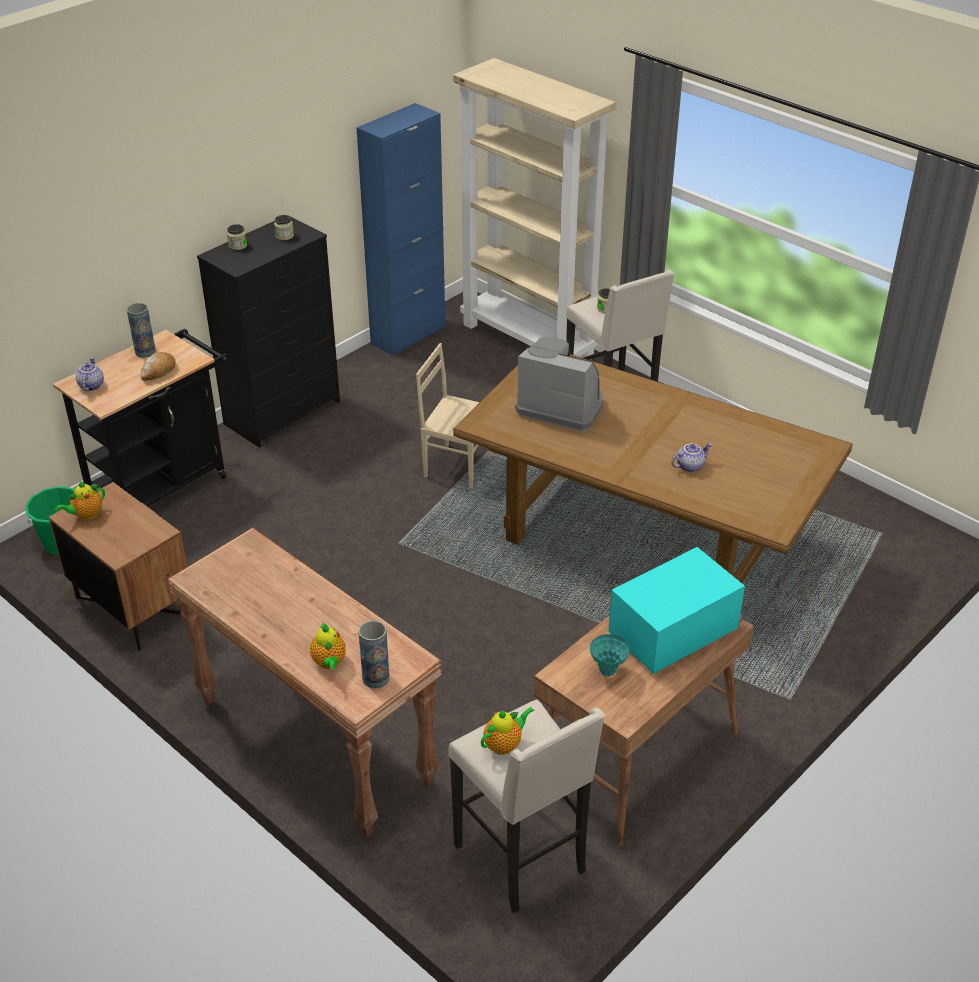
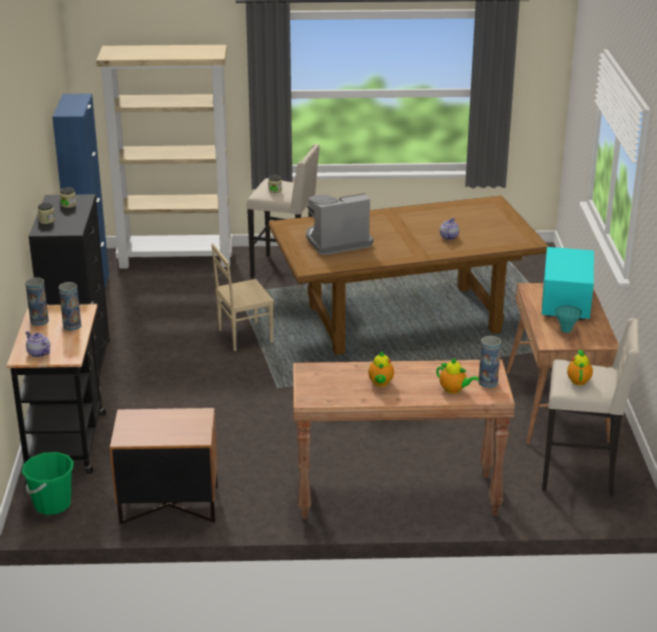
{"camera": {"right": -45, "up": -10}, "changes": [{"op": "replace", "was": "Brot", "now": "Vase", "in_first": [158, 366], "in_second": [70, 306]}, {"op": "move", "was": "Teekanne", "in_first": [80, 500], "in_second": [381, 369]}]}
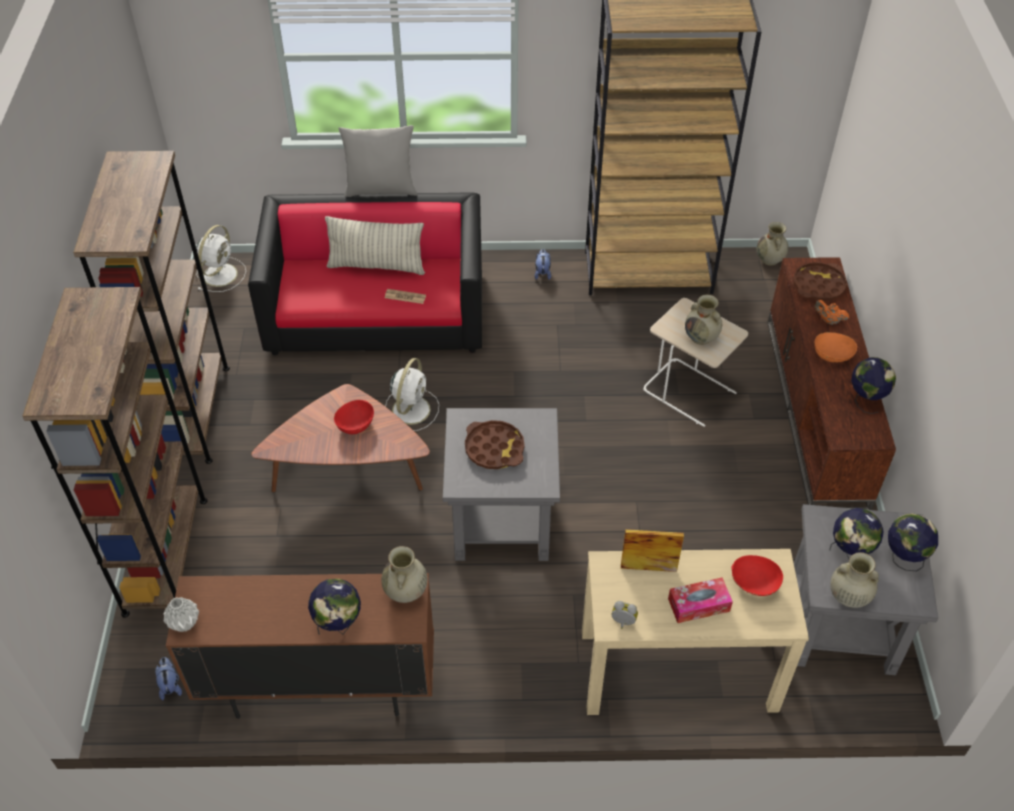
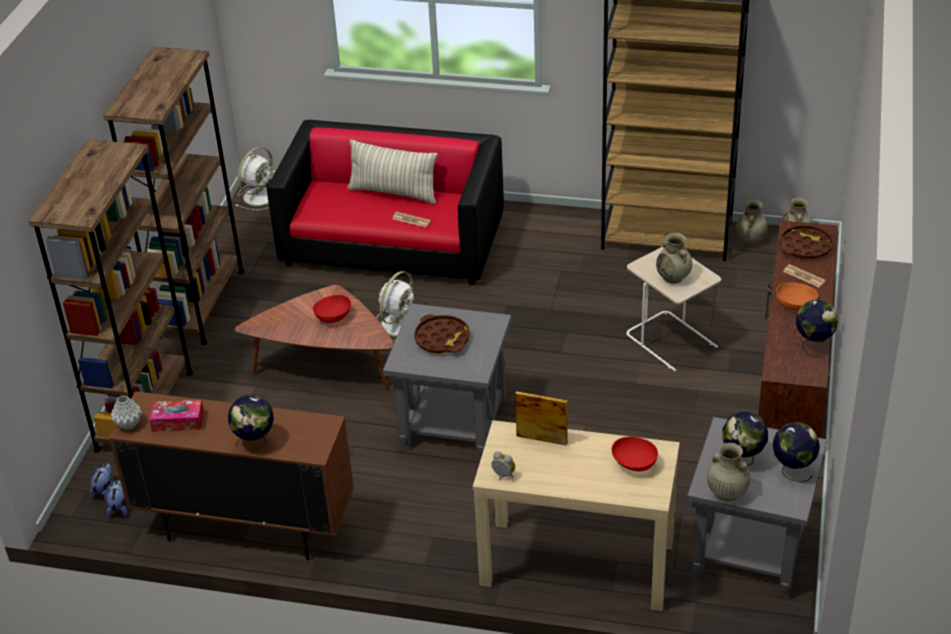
{"camera": {"right": 15, "up": -10}, "changes": [{"op": "move", "was": "Plüschtier", "in_first": [543, 264], "in_second": [101, 482]}, {"op": "move", "was": "Taschentuchbox", "in_first": [700, 600], "in_second": [176, 416]}, {"op": "move", "was": "Vase [beige]", "in_first": [404, 574], "in_second": [752, 222]}, {"op": "replace", "was": "Teekanne [orange]", "now": "Zeitung", "in_first": [831, 312], "in_second": [804, 275]}, {"op": "delete", "was": "Kissen [grau]", "in_first": [378, 161]}]}
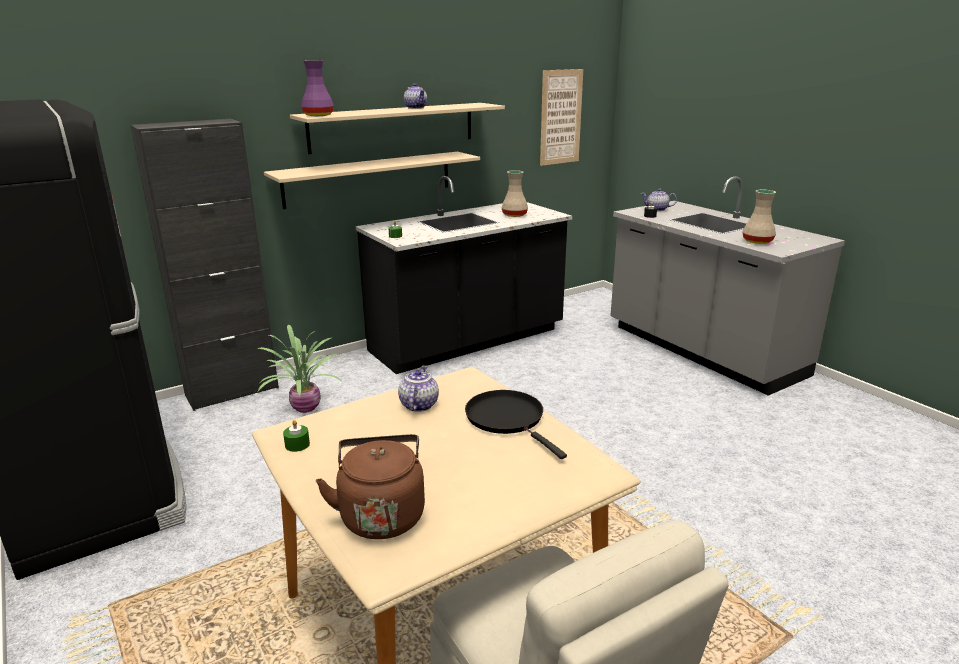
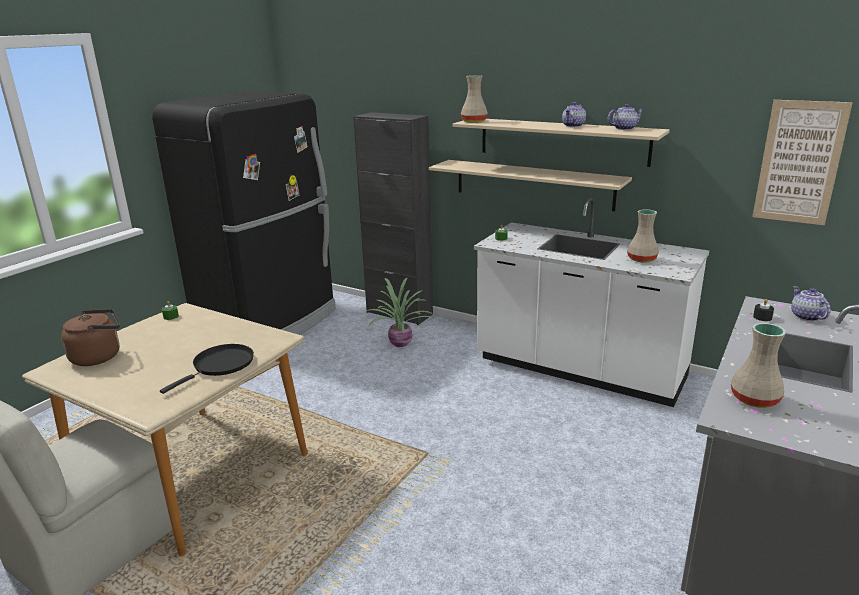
{"camera": {"right": 65, "up": 0}, "changes": [{"op": "recolor", "was": "Vase [lila]", "now": "Vase [beige]", "in_first": [317, 88], "in_second": [474, 99]}, {"op": "recolor", "was": "Küchenzeile [schwarz]", "now": "Küchenzeile [weiß]", "in_first": [463, 275], "in_second": [591, 302]}, {"op": "move", "was": "Teekanne", "in_first": [418, 388], "in_second": [626, 117]}]}
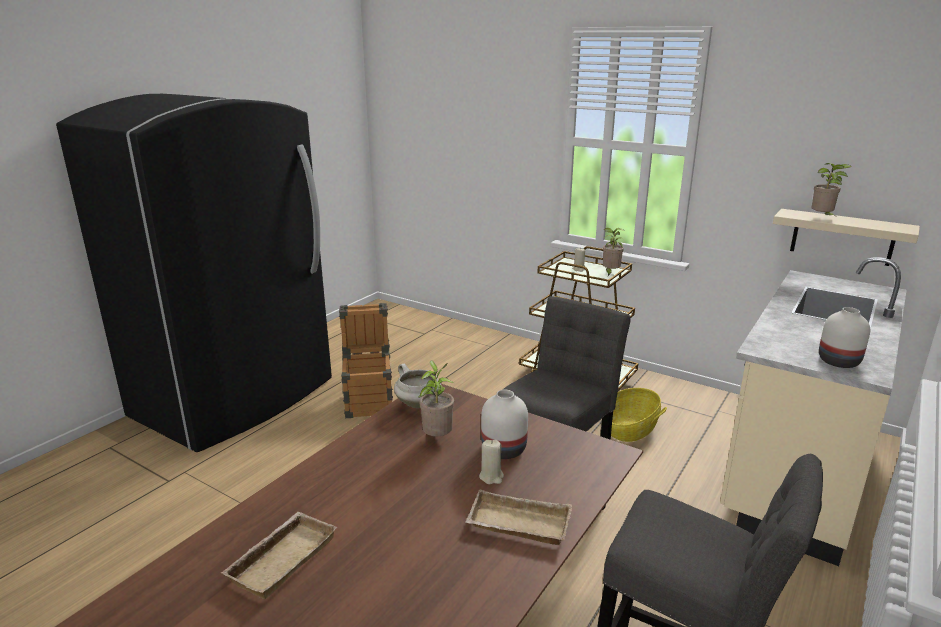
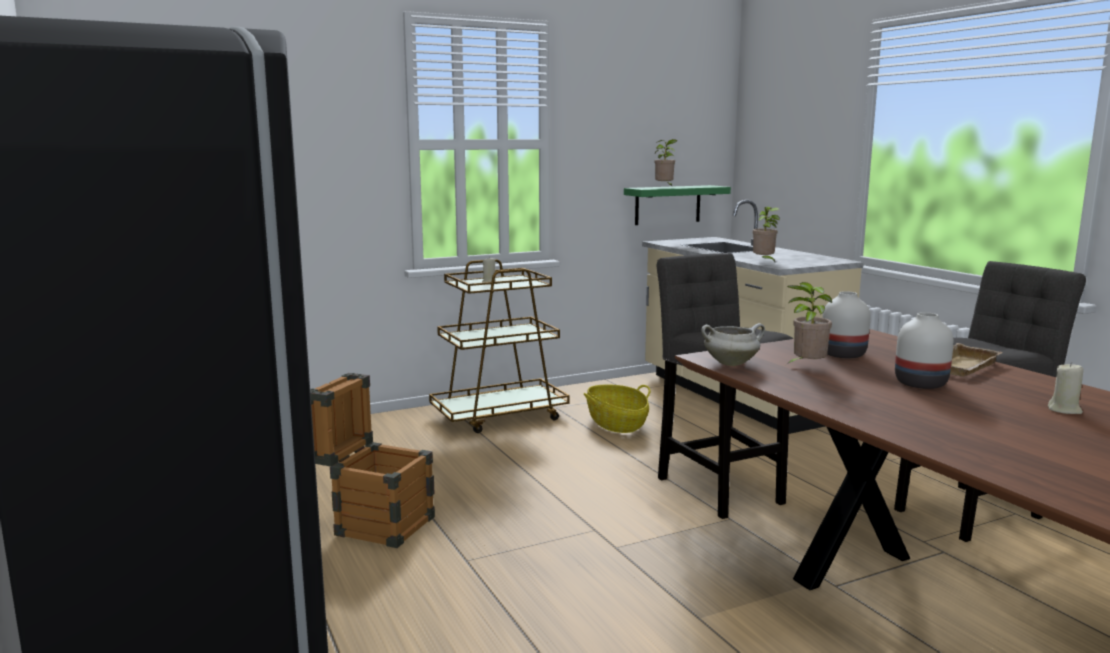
{"camera": {"right": -60, "up": -10}, "changes": [{"op": "recolor", "was": "Wandregal [beige]", "now": "Wandregal [grün]", "in_first": [846, 237], "in_second": [677, 205]}, {"op": "move", "was": "Topfpflanze", "in_first": [614, 252], "in_second": [766, 234]}, {"op": "move", "was": "Vase [weiß]", "in_first": [844, 337], "in_second": [924, 350]}, {"op": "move", "was": "Kerze [beige]", "in_first": [491, 461], "in_second": [1065, 388]}, {"op": "delete", "was": "Tablett [beige]", "in_first": [279, 555]}]}
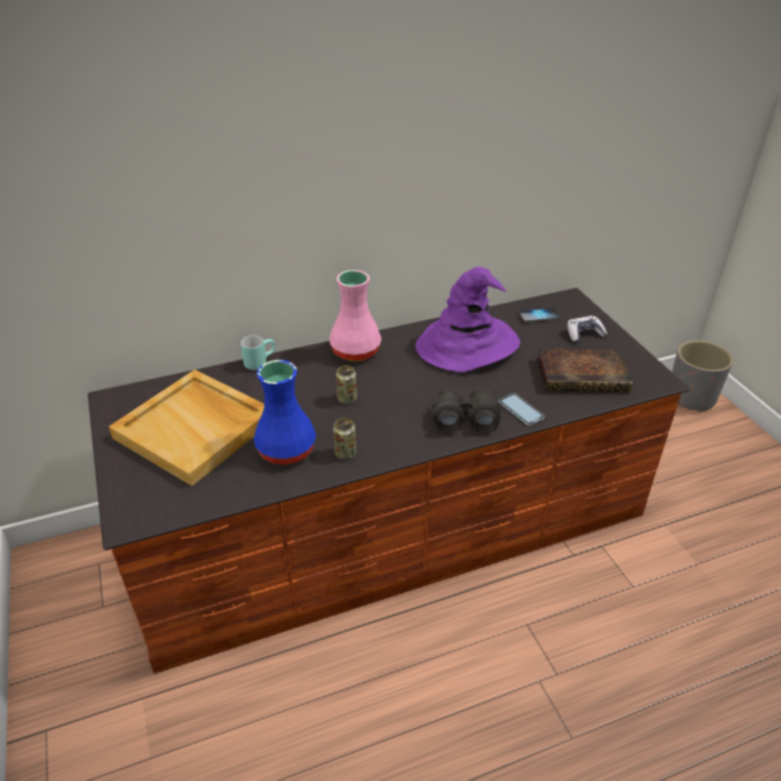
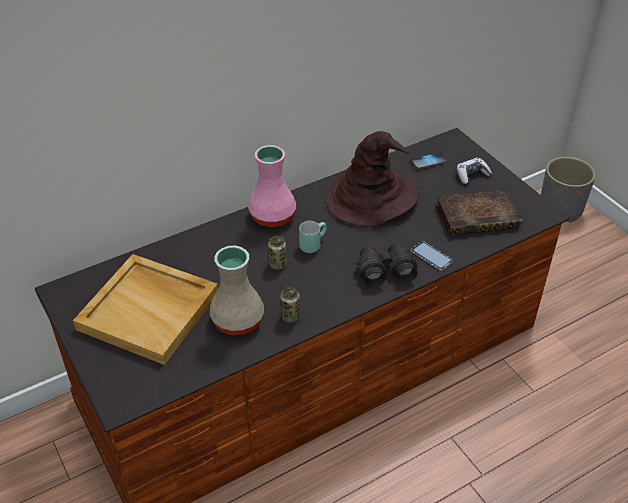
{"camera": {"right": -10, "up": 5}, "changes": [{"op": "recolor", "was": "Vase [blau]", "now": "Vase [beige]", "in_first": [285, 412], "in_second": [237, 290]}, {"op": "move", "was": "Henkelbecher [türkis]", "in_first": [258, 352], "in_second": [313, 237]}, {"op": "recolor", "was": "Hut [lila]", "now": "Hut [braun]", "in_first": [468, 319], "in_second": [372, 179]}]}
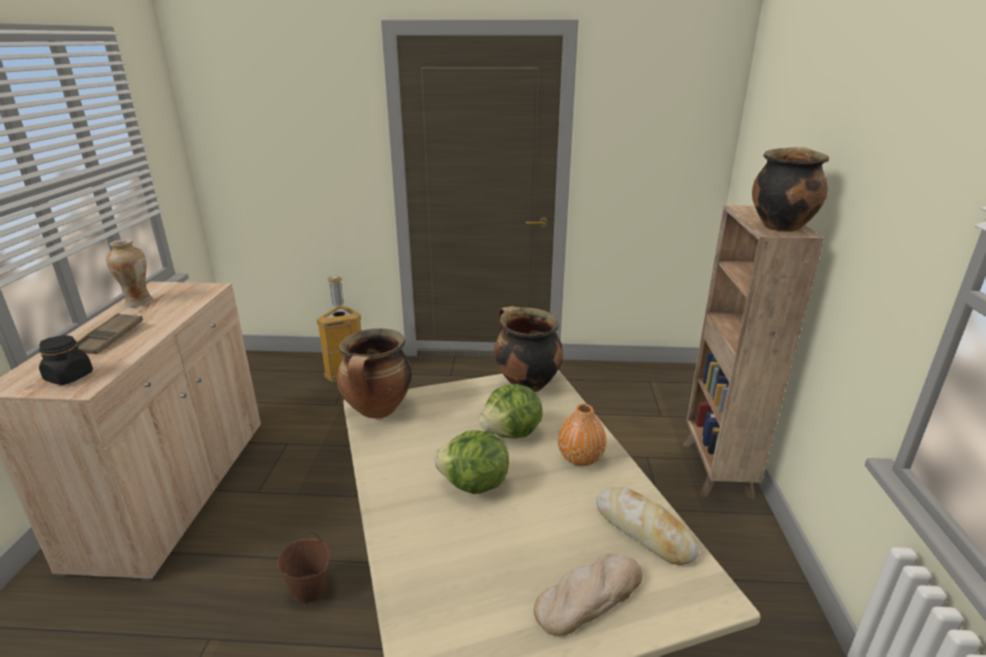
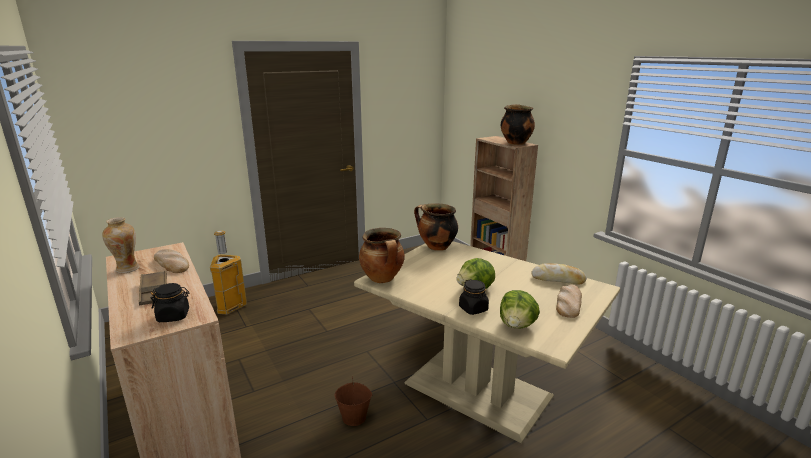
{"camera": {"right": -35, "up": -5}, "changes": [{"op": "insert", "now": "Brot", "in_second": [171, 261]}, {"op": "insert", "now": "Vorratsglas [schwarz]", "in_second": [474, 297]}, {"op": "move", "was": "Salatkopf", "in_first": [511, 411], "in_second": [520, 309]}, {"op": "delete", "was": "Vase [orange]", "in_first": [582, 435]}]}
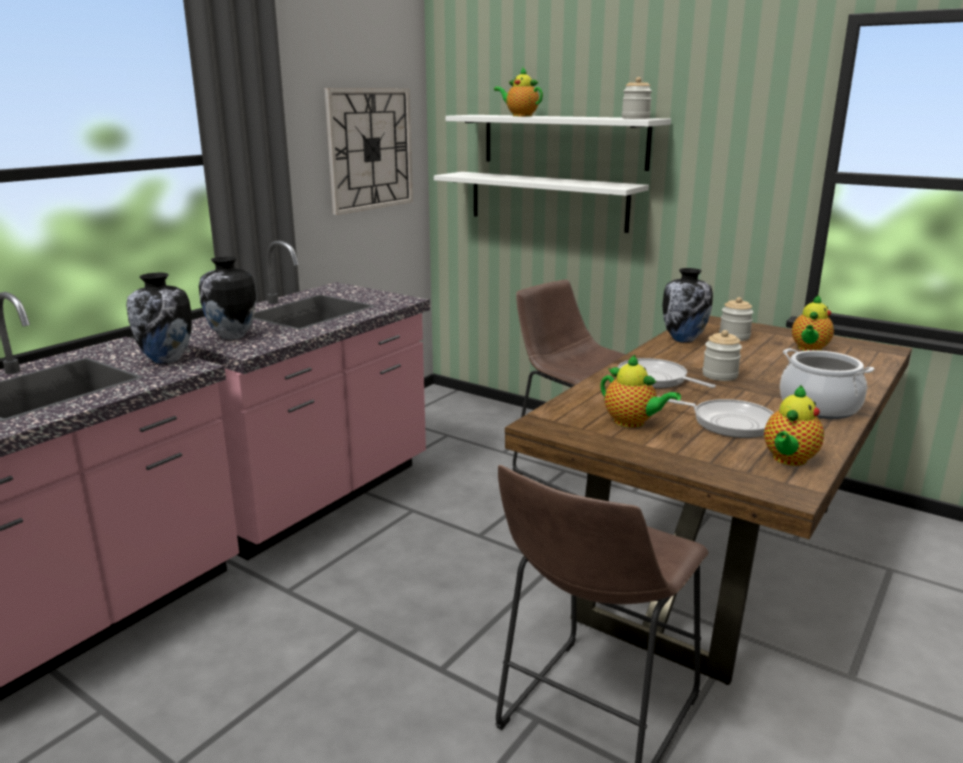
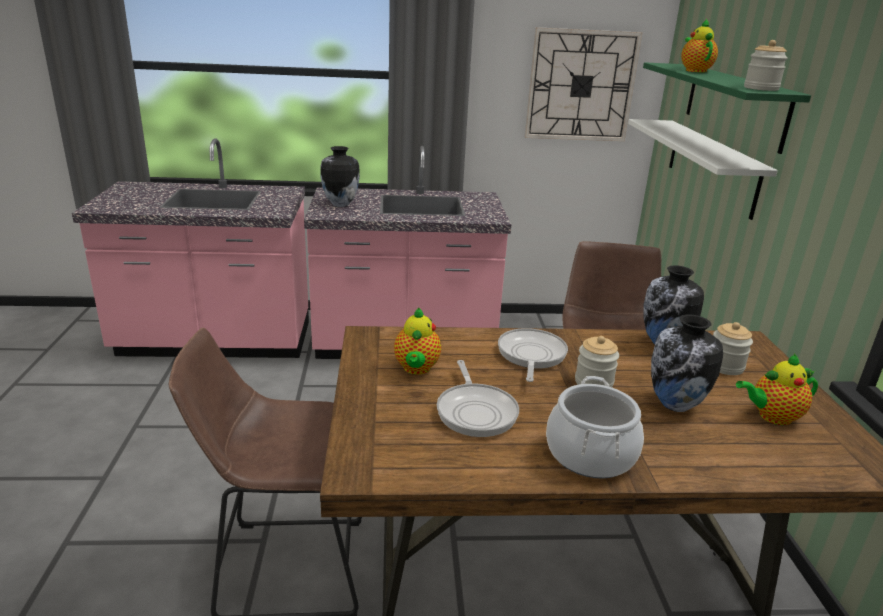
{"camera": {"right": 50, "up": 5}, "changes": [{"op": "recolor", "was": "Wandregal [weiß]", "now": "Wandregal [grün]", "in_first": [558, 143], "in_second": [727, 108]}, {"op": "move", "was": "Vase", "in_first": [159, 318], "in_second": [687, 363]}, {"op": "delete", "was": "Teekanne", "in_first": [794, 425]}]}
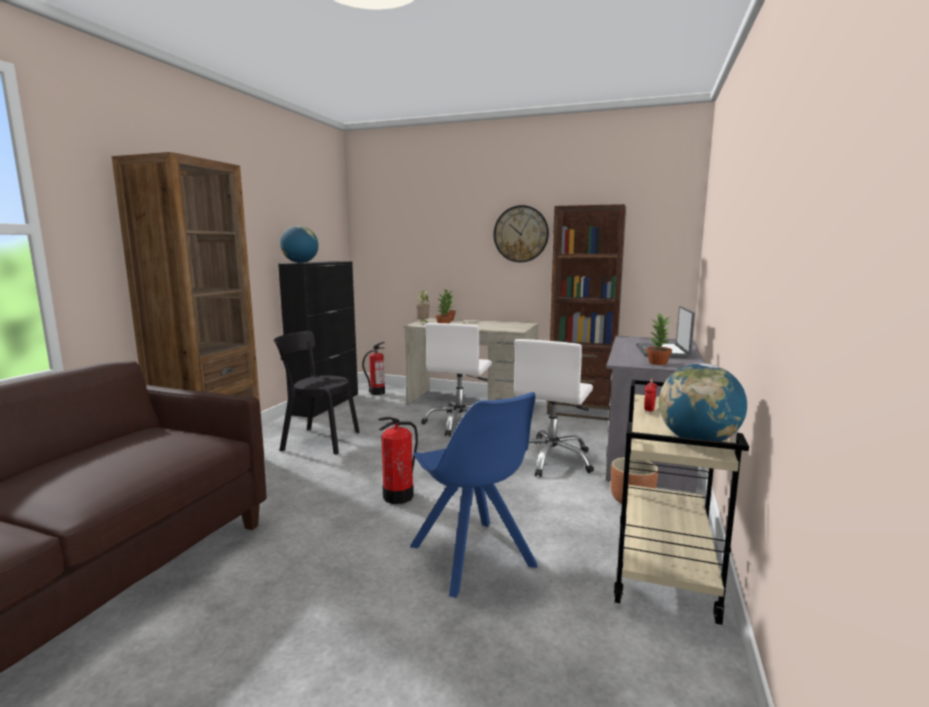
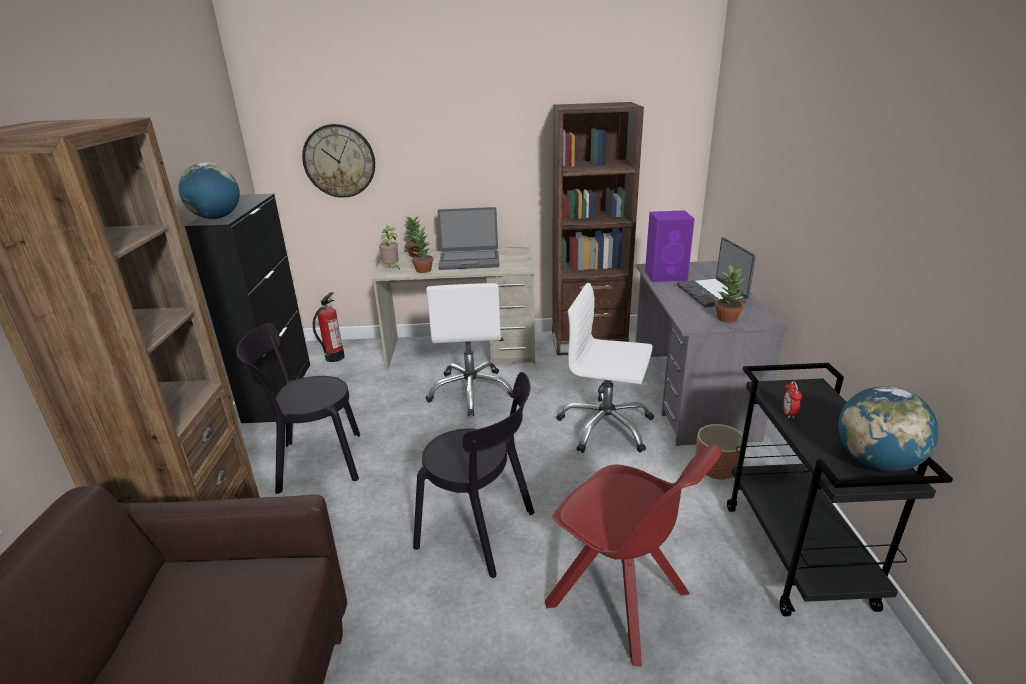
{"camera": {"right": -20, "up": 15}, "changes": [{"op": "move", "was": "Wanduhr", "in_first": [521, 233], "in_second": [338, 161]}, {"op": "replace", "was": "Feuerlöscher", "now": "Stuhl [schwarz]", "in_first": [398, 460], "in_second": [473, 475]}, {"op": "insert", "now": "Laptop", "in_second": [468, 238]}, {"op": "recolor", "was": "Stuhl [blau]", "now": "Stuhl [rot]", "in_first": [474, 495], "in_second": [632, 555]}, {"op": "rotate", "was": "Bürostuhl [weiß]", "in_first": [554, 408], "in_second": [605, 368], "clockwise": 105}, {"op": "insert", "now": "Lautsprecher [lila]", "in_second": [670, 246]}, {"op": "recolor", "was": "Rollwagen [beige]", "now": "Rollwagen [schwarz]", "in_first": [681, 502], "in_second": [840, 489]}]}
